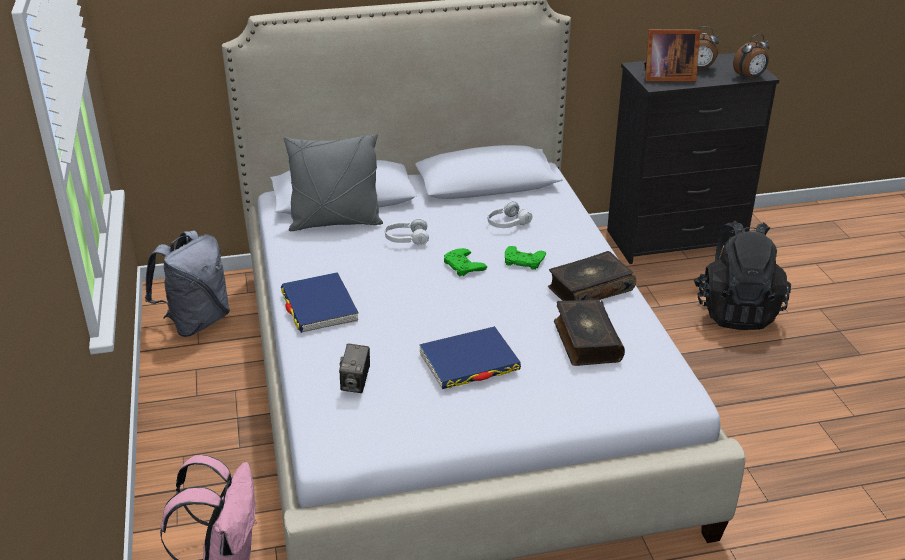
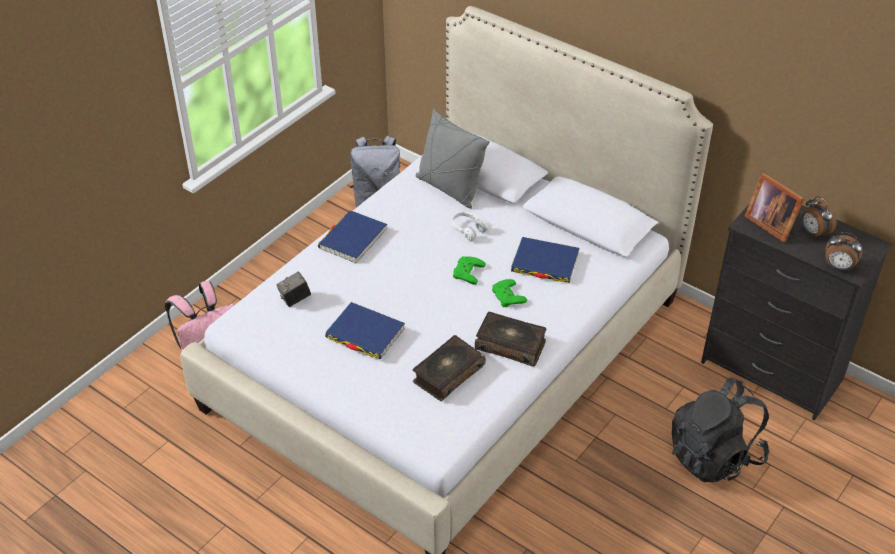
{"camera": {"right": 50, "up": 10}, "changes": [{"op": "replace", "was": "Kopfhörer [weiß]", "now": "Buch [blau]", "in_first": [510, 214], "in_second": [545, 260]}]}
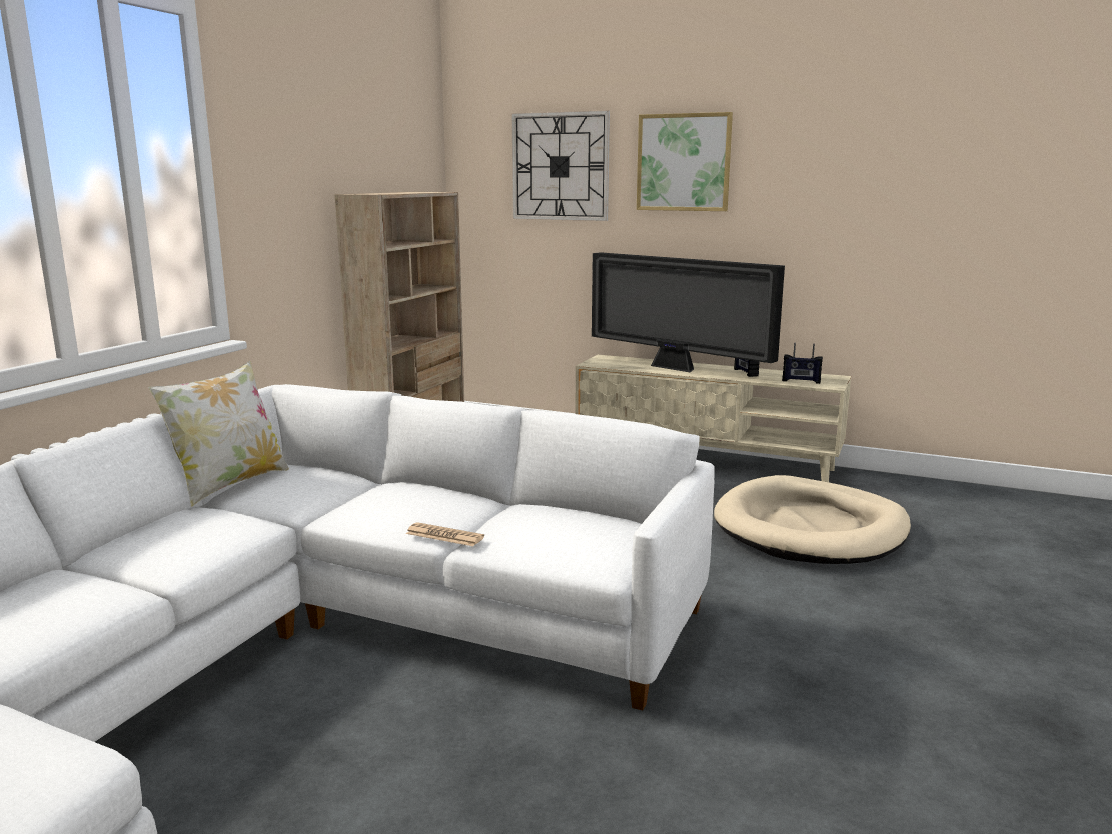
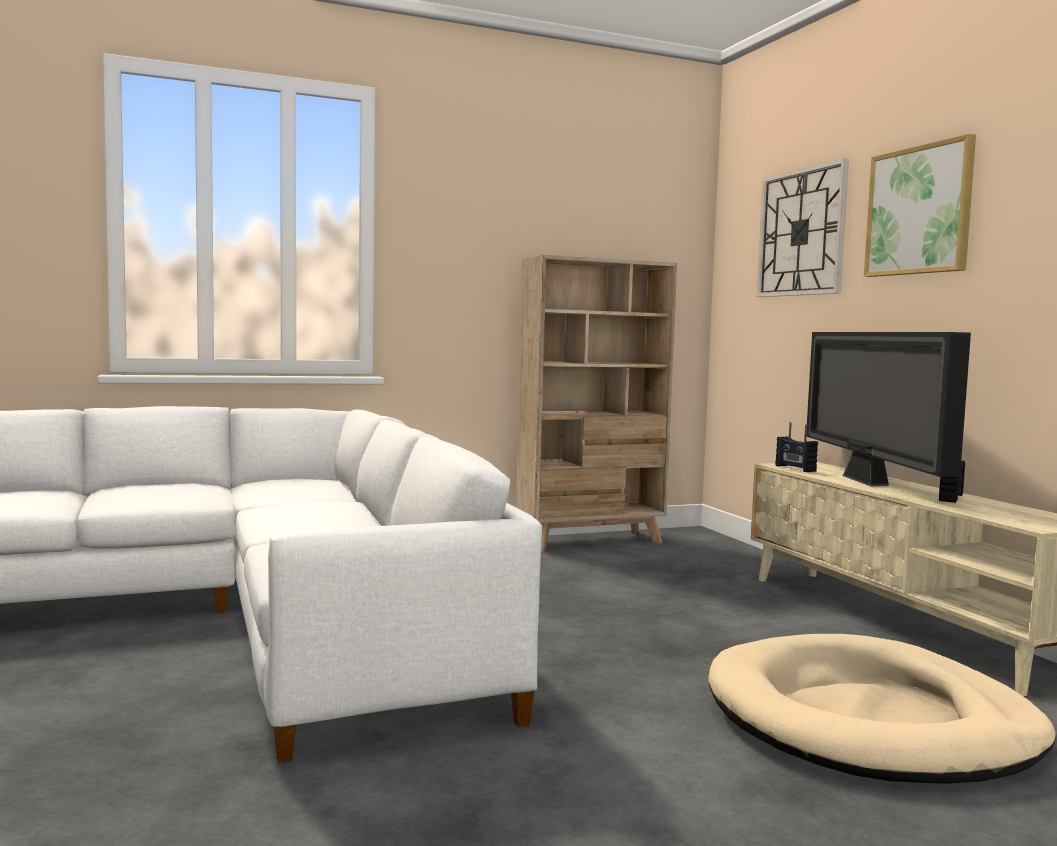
{"camera": {"right": 45, "up": -10}, "changes": [{"op": "move", "was": "Radio", "in_first": [802, 363], "in_second": [796, 447]}, {"op": "delete", "was": "Kissen", "in_first": [218, 434]}, {"op": "delete", "was": "Zeitung", "in_first": [445, 534]}]}
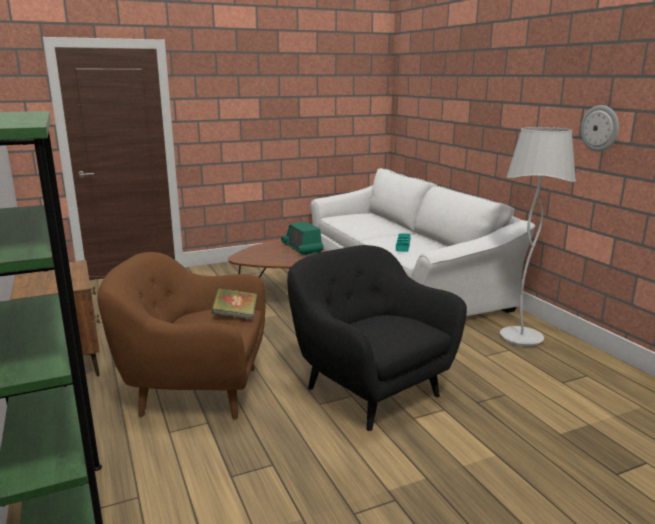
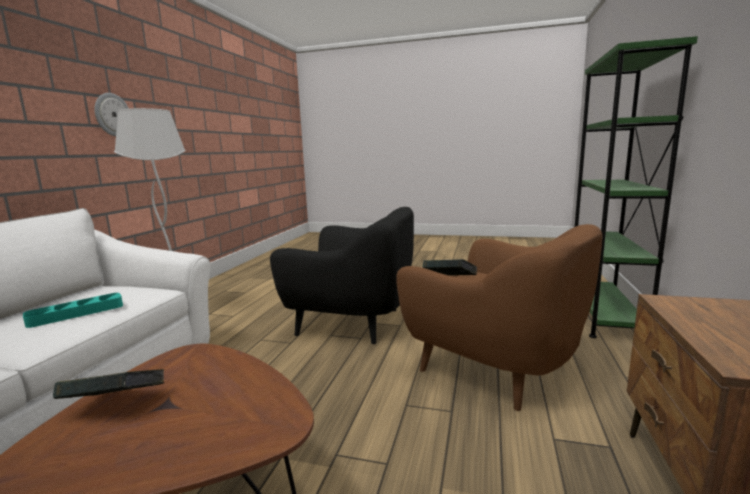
{"camera": {"right": -140, "up": -5}, "changes": [{"op": "replace", "was": "Radio", "now": "Buch", "in_first": [302, 238], "in_second": [109, 384]}, {"op": "rotate", "was": "Sessel [schwarz]", "in_first": [377, 338], "in_second": [342, 275], "clockwise": -75}]}
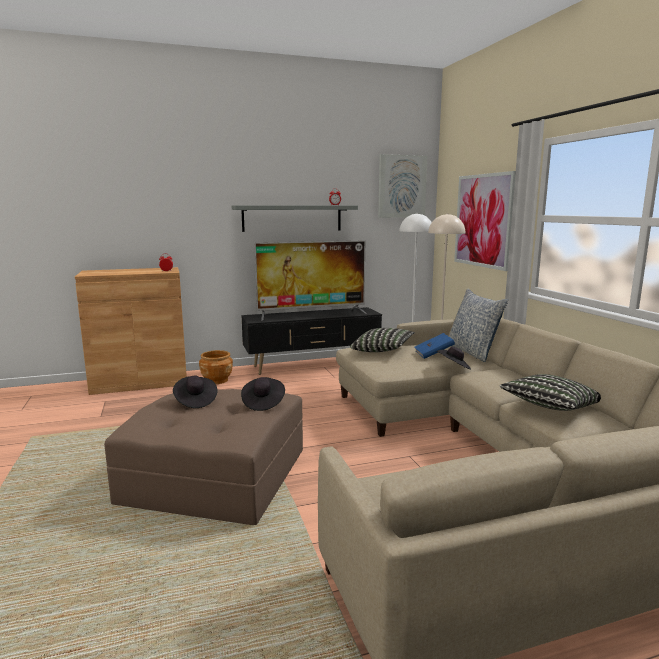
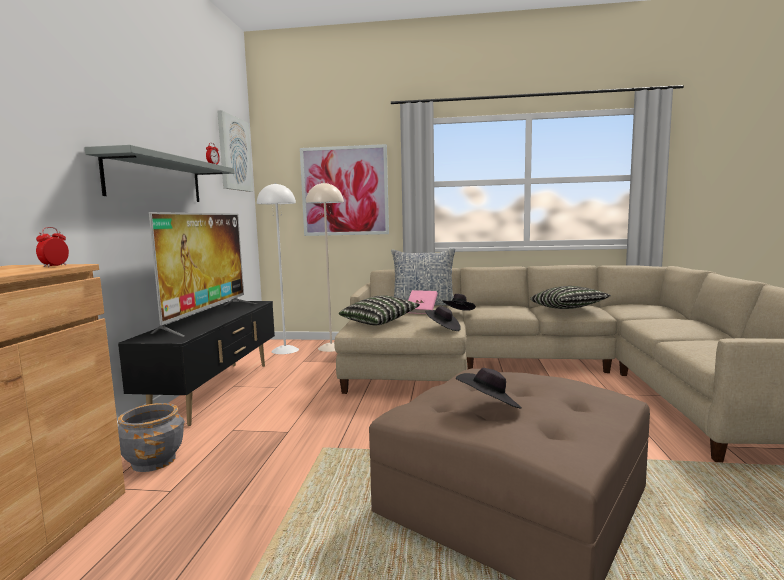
{"camera": {"right": -65, "up": -5}, "changes": [{"op": "recolor", "was": "Pflanzkübel [braun]", "now": "Pflanzkübel [grau]", "in_first": [216, 367], "in_second": [151, 437]}, {"op": "recolor", "was": "Buch [blau]", "now": "Buch [rosa]", "in_first": [434, 346], "in_second": [423, 302]}, {"op": "move", "was": "Hut [schwarz]", "in_first": [263, 394], "in_second": [443, 318]}]}
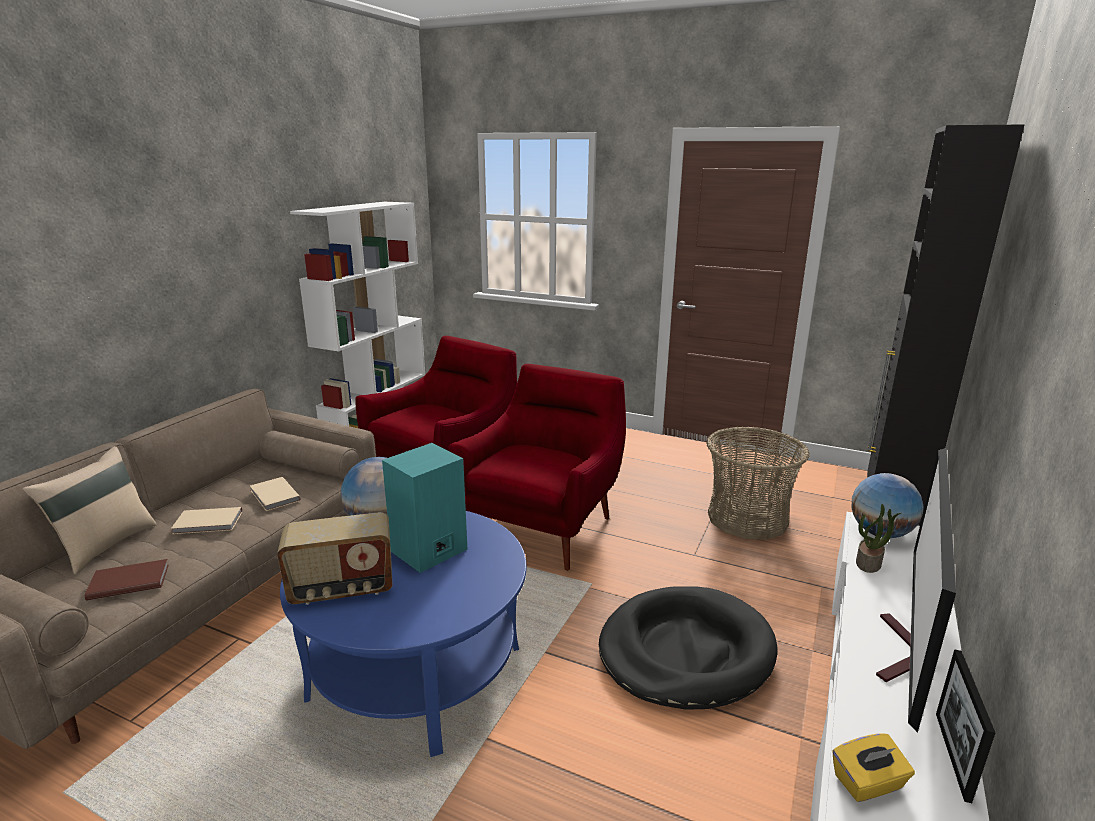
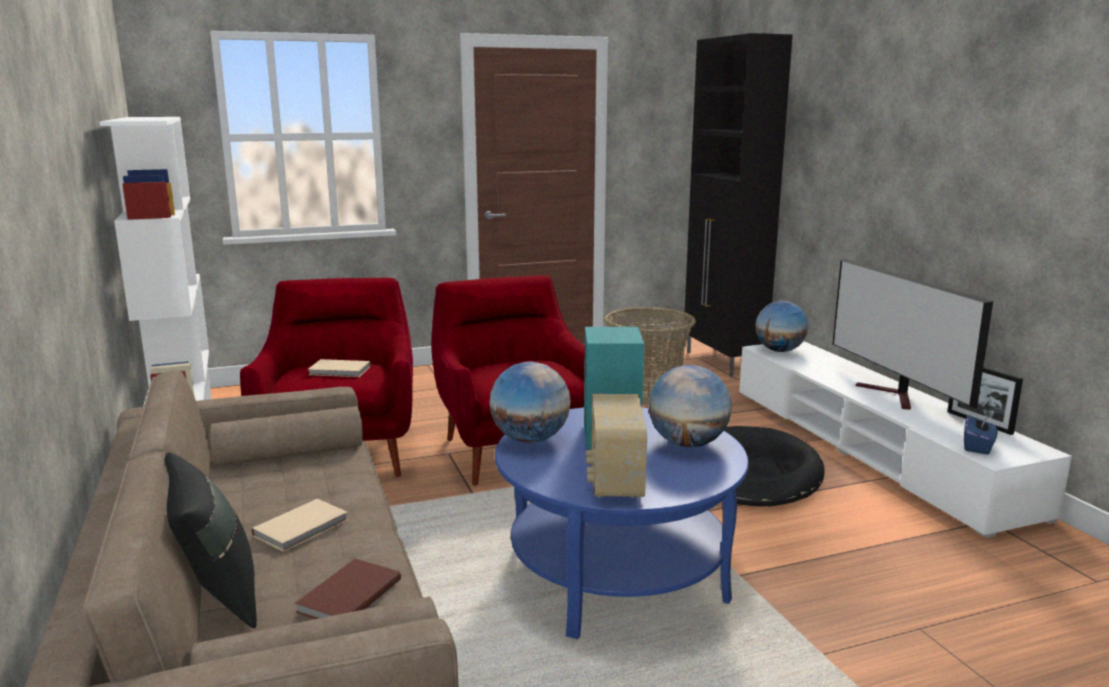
{"camera": {"right": -45, "up": -5}, "changes": [{"op": "recolor", "was": "Kissen [beige]", "now": "Kissen [schwarz]", "in_first": [89, 510], "in_second": [210, 540]}, {"op": "move", "was": "Buch [beige]", "in_first": [275, 494], "in_second": [340, 368]}, {"op": "rotate", "was": "Radio", "in_first": [334, 558], "in_second": [616, 446], "clockwise": 150}, {"op": "insert", "now": "Globus", "in_second": [690, 406]}, {"op": "recolor", "was": "Taschentuchbox [gelb]", "now": "Taschentuchbox [blau]", "in_first": [873, 767], "in_second": [981, 433]}, {"op": "delete", "was": "Topfpflanze", "in_first": [878, 538]}]}
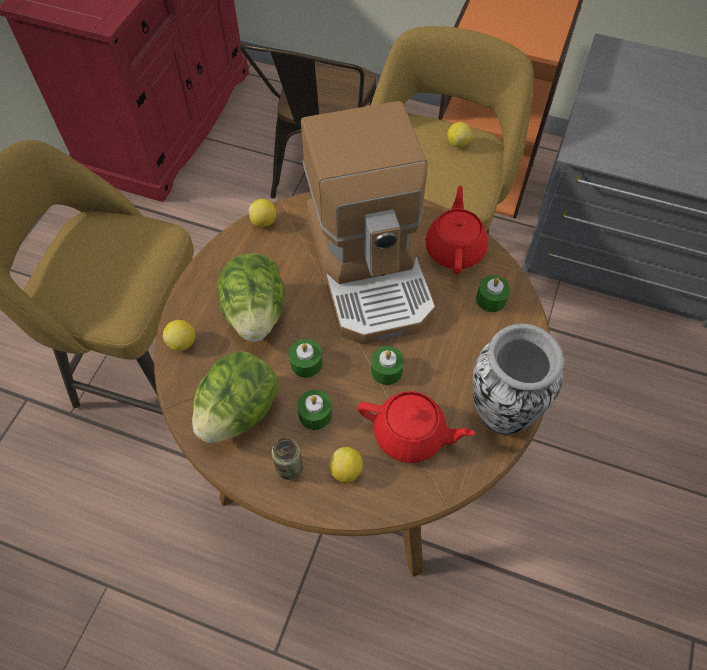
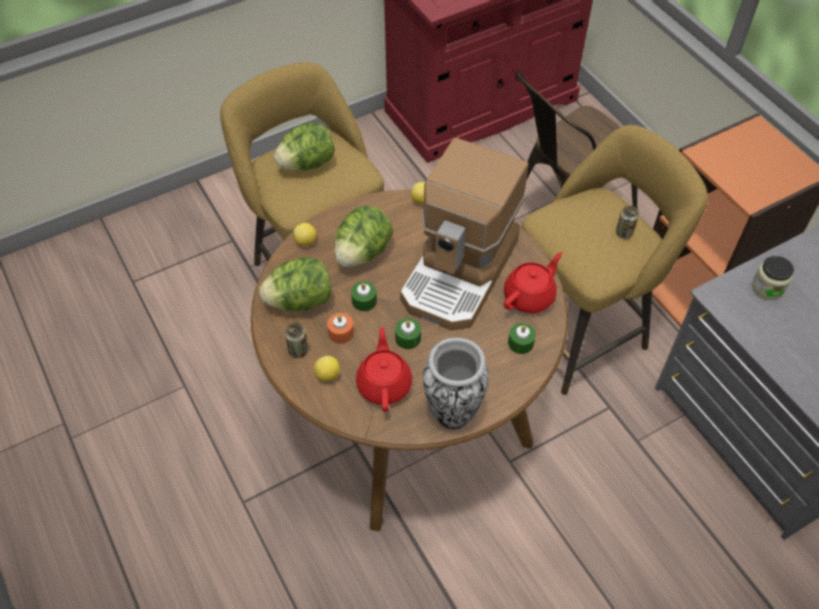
{"camera": {"right": 40, "up": -5}, "changes": [{"op": "insert", "now": "Salatkopf", "in_second": [304, 147]}, {"op": "recolor", "was": "Kerze [grün]", "now": "Kerze [orange]", "in_first": [314, 410], "in_second": [340, 328]}, {"op": "rotate", "was": "Teekanne [rot]", "in_first": [417, 427], "in_second": [384, 369], "clockwise": -150}, {"op": "replace", "was": "Zitrone", "now": "Dose", "in_first": [459, 135], "in_second": [627, 222]}, {"op": "insert", "now": "Vorratsglas", "in_second": [773, 278]}]}
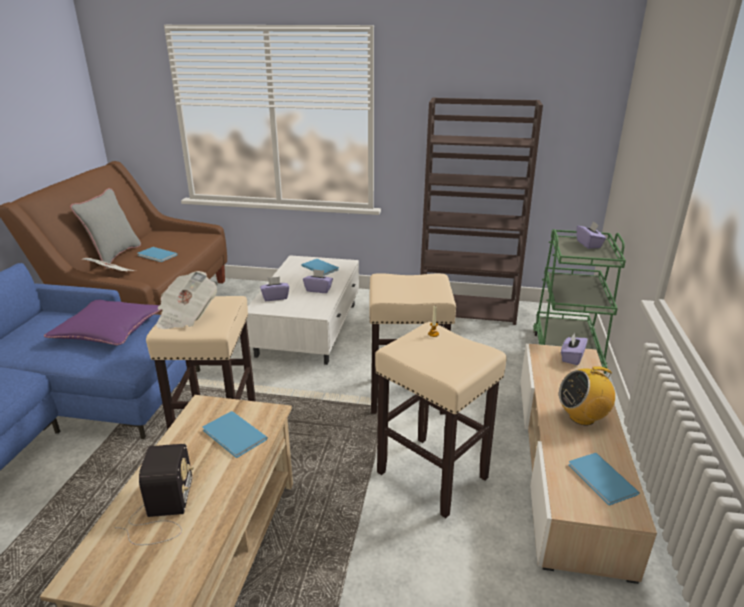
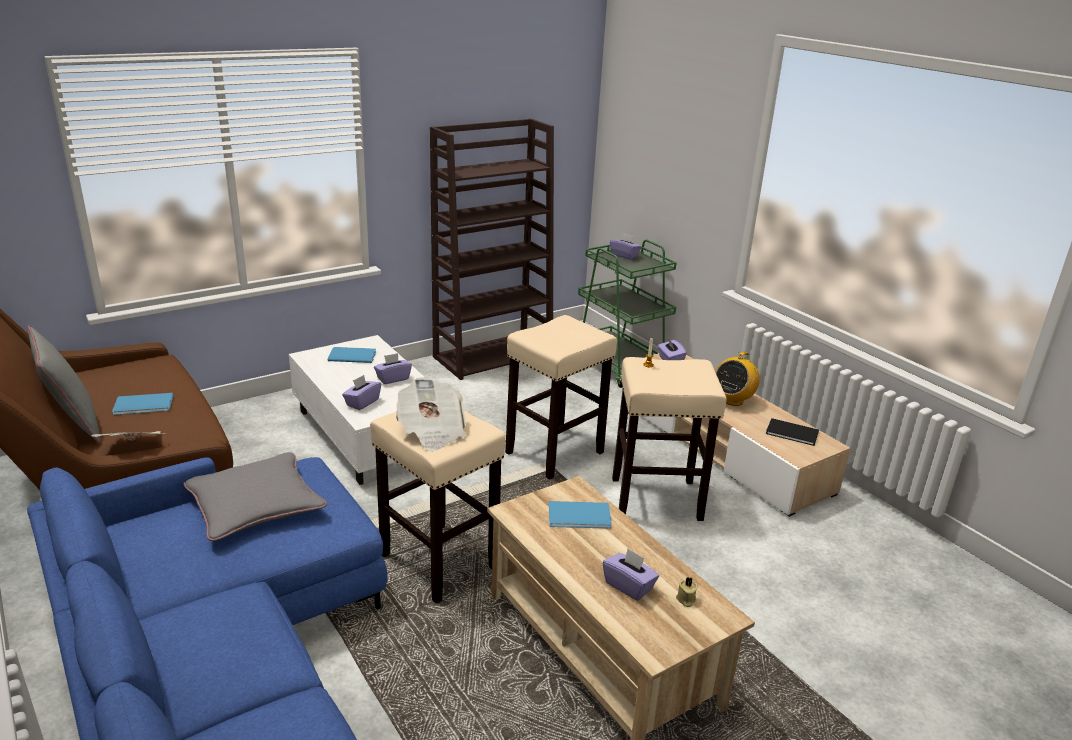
{"camera": {"right": -45, "up": 0}, "changes": [{"op": "recolor", "was": "Kissen [lila]", "now": "Kissen [grau]", "in_first": [103, 322], "in_second": [255, 496]}, {"op": "replace", "was": "Radio", "now": "Taschentuchbox [lila]", "in_first": [154, 494], "in_second": [630, 575]}, {"op": "insert", "now": "Kerze [beige]", "in_second": [687, 592]}, {"op": "recolor", "was": "Buch [blau]", "now": "Buch [schwarz]", "in_first": [604, 479], "in_second": [792, 432]}]}
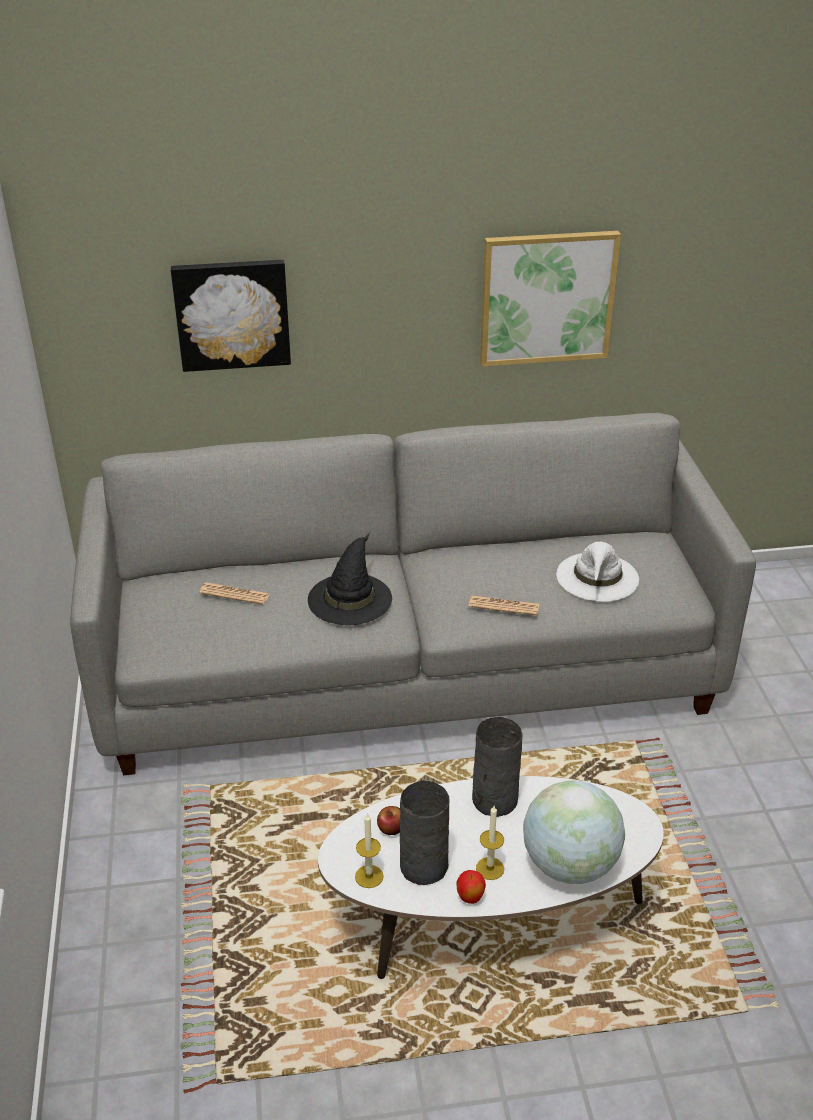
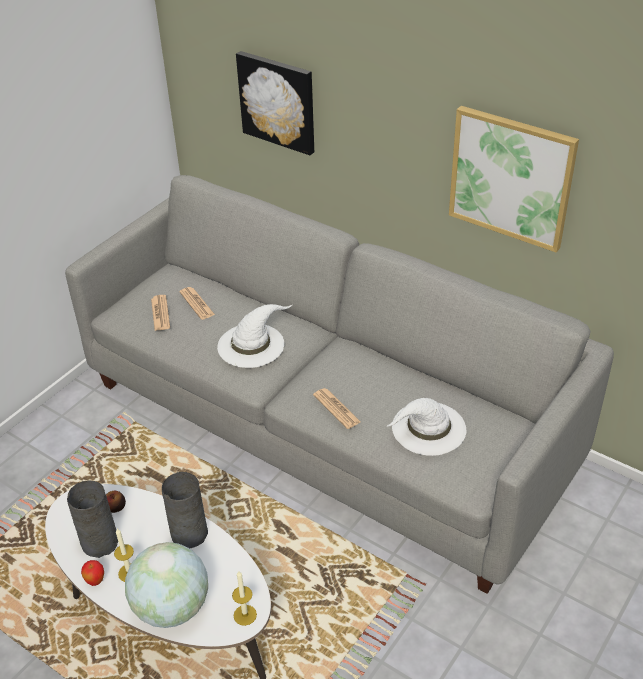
{"camera": {"right": 45, "up": 5}, "changes": [{"op": "insert", "now": "Zeitung", "in_second": [160, 313]}, {"op": "recolor", "was": "Hut [schwarz]", "now": "Hut [weiß]", "in_first": [350, 579], "in_second": [254, 336]}, {"op": "move", "was": "Kerze", "in_first": [369, 850], "in_second": [244, 598]}]}
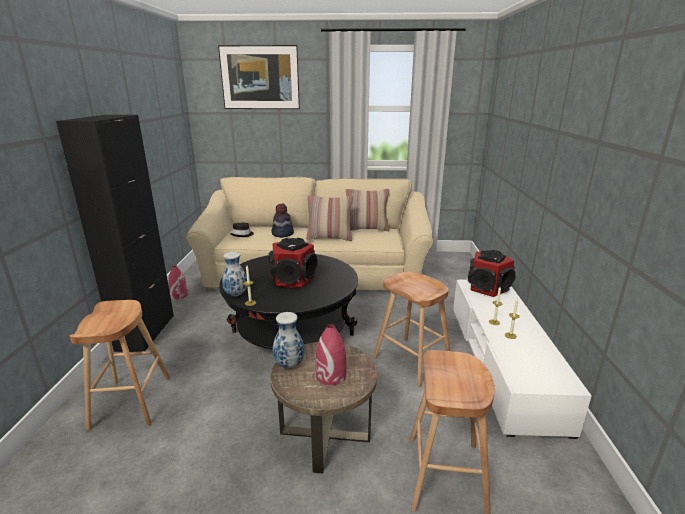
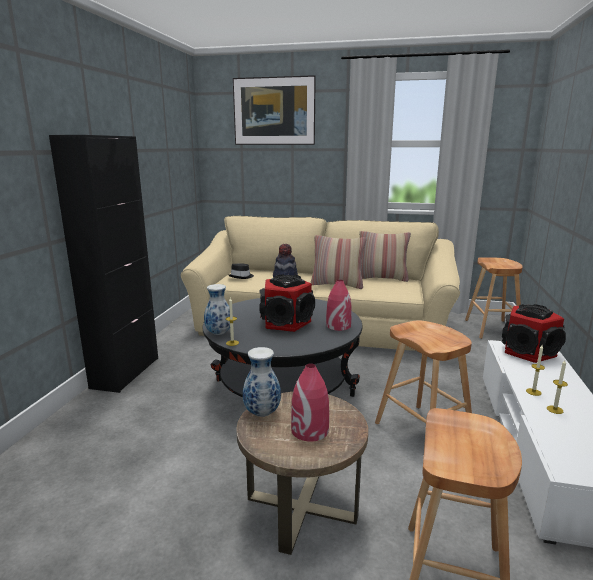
{"camera": {"right": 10, "up": -5}, "changes": [{"op": "move", "was": "Vase [rot]", "in_first": [178, 283], "in_second": [339, 305]}, {"op": "move", "was": "Hocker [braun]", "in_first": [119, 365], "in_second": [494, 298]}]}
